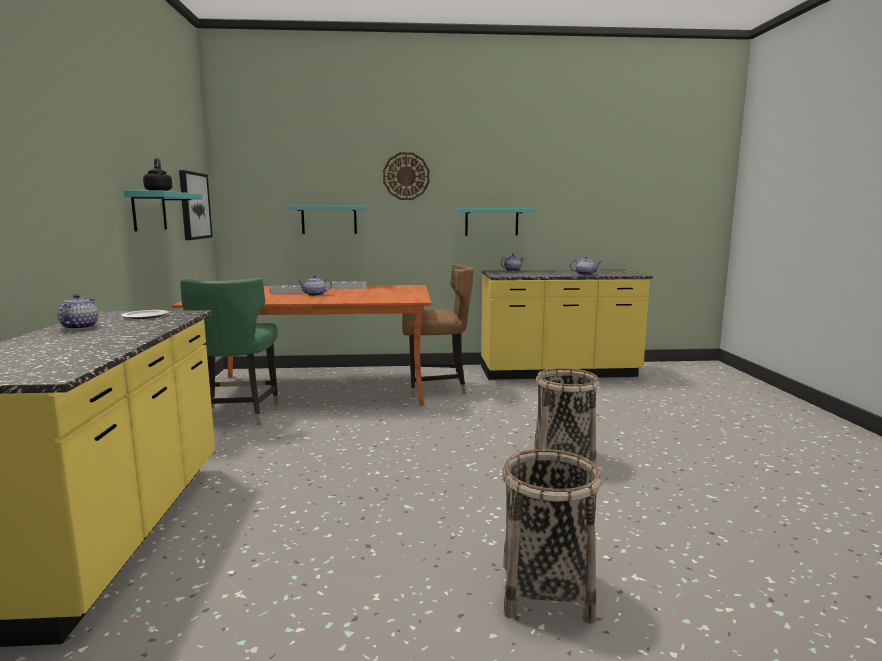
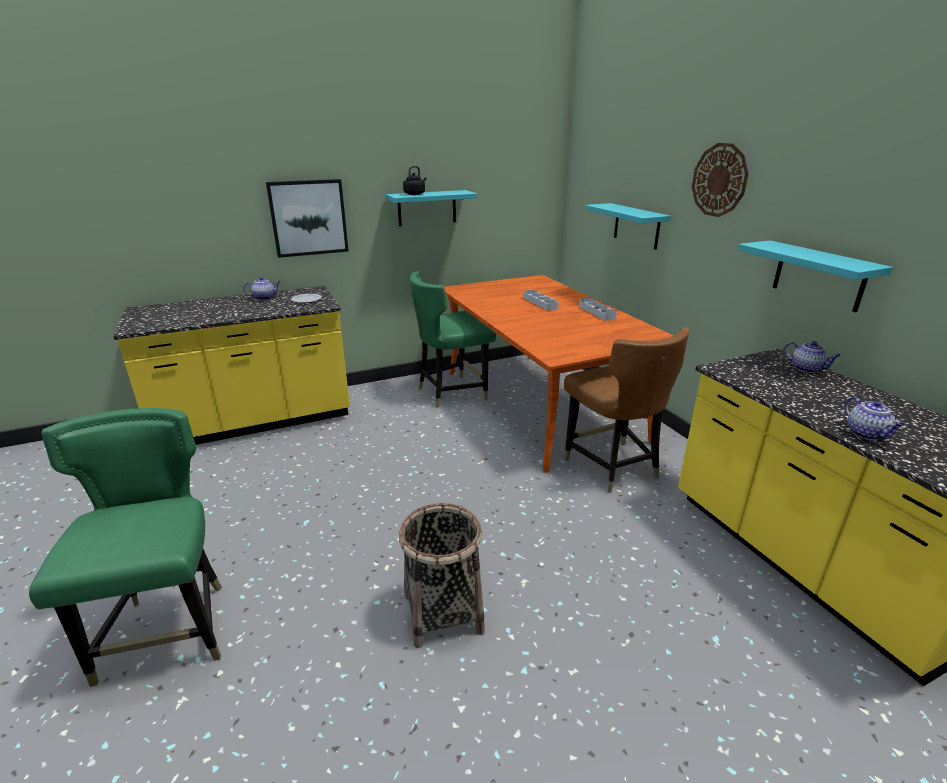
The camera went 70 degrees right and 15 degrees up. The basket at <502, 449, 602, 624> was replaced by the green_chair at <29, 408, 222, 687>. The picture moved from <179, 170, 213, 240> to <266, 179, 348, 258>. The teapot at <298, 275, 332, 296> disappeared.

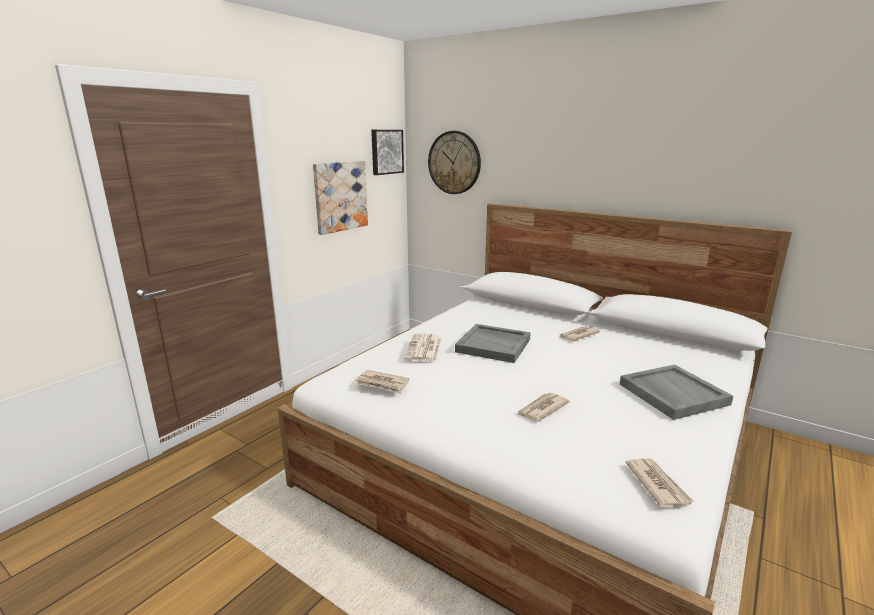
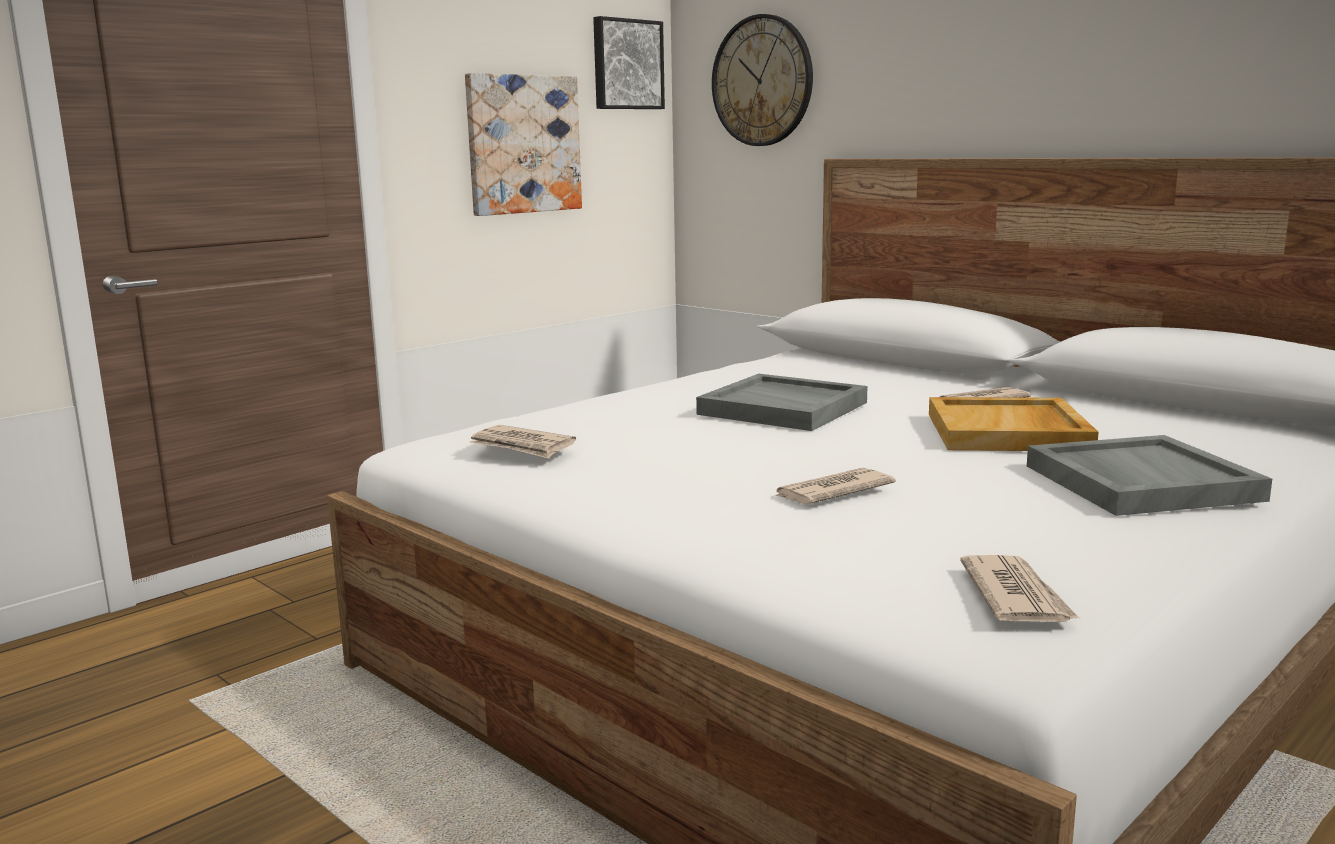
The camera went 10 degrees right and 5 degrees down. The beige_tray at <929, 397, 1099, 451> appeared. The newspaper at <404, 333, 441, 362> disappeared.

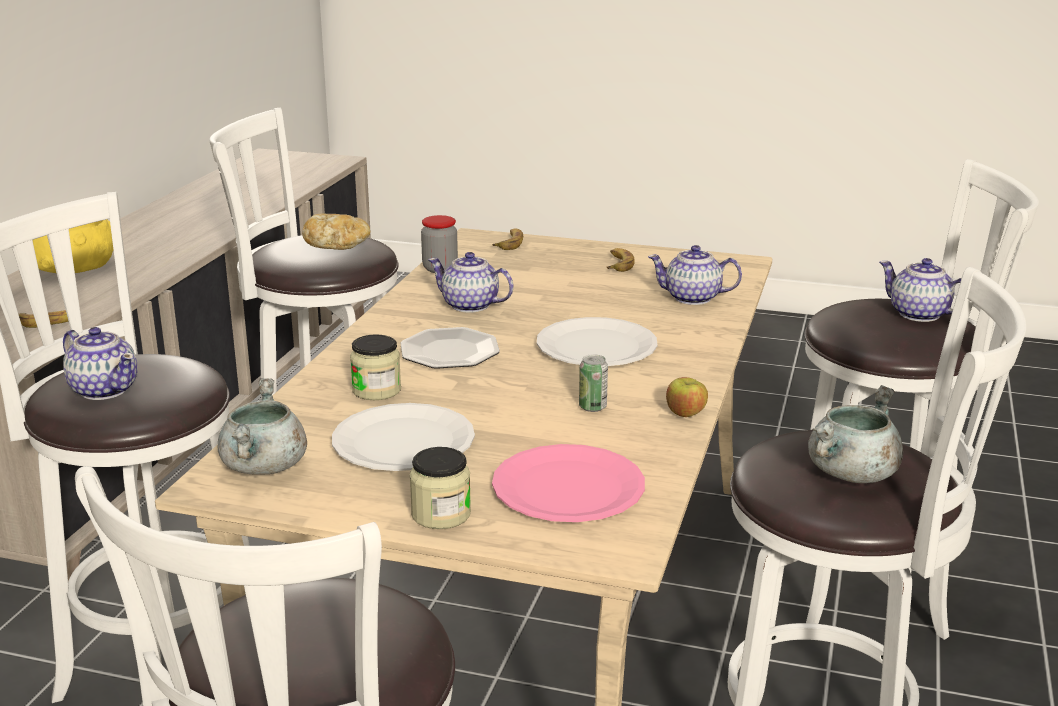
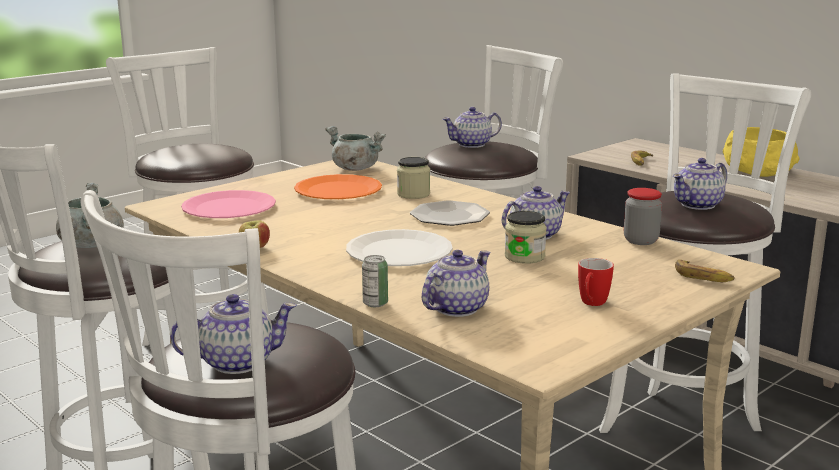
The camera went 120 degrees right and 5 degrees down. The white_plate at <332, 403, 475, 471> became the orange_plate at <294, 174, 382, 199>. The can moved from <579, 354, 608, 412> to <362, 255, 388, 307>. The jar moved from <409, 447, 471, 529> to <505, 211, 547, 264>. The banana at <607, 248, 635, 272> was replaced by the mug at <578, 258, 614, 306>. The bread at <302, 213, 370, 250> was replaced by the teapot at <673, 158, 727, 210>.

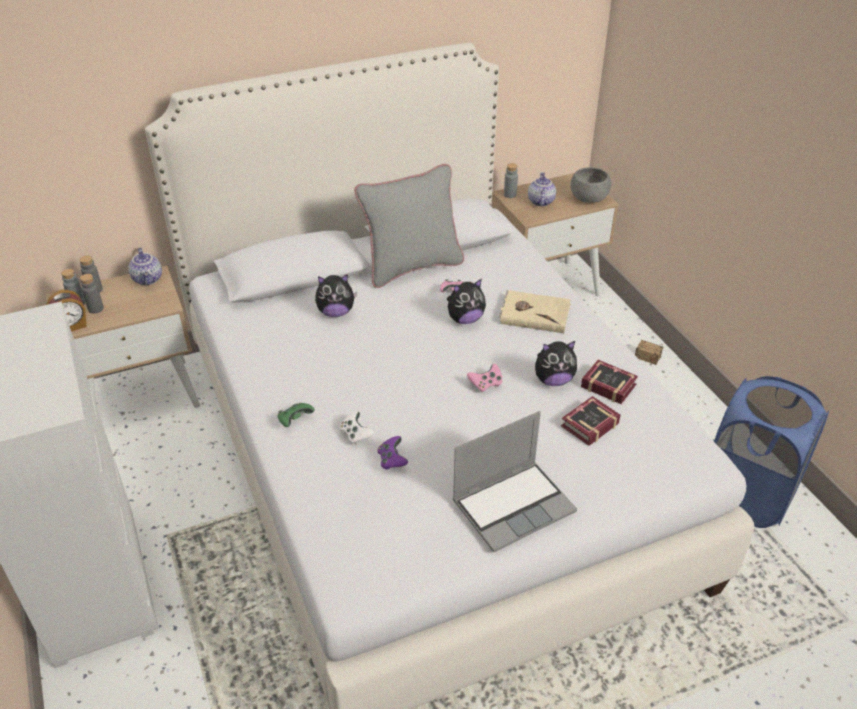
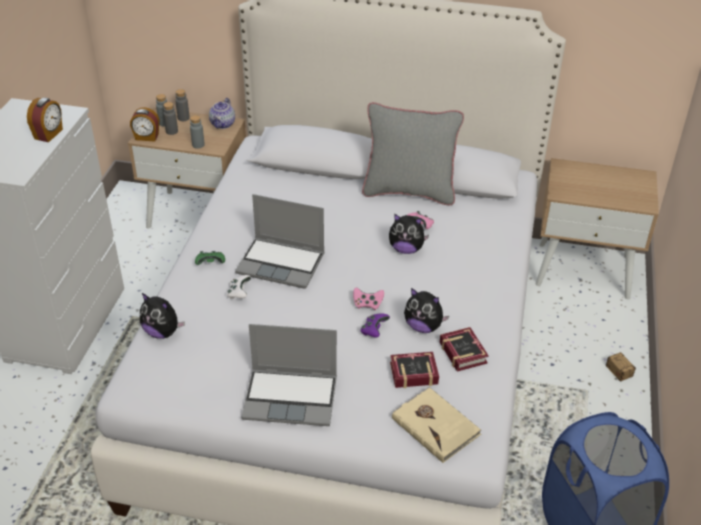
The camera went 35 degrees right and 0 degrees up. The alarm_clock at <27, 98, 63, 143> appeared. The plush_toy moved from <315, 274, 357, 317> to <140, 293, 185, 339>. The grey_bottle moved from <504, 163, 518, 198> to <190, 115, 205, 149>. The laptop at <235, 194, 325, 289> appeared. The purple_game_controller moved from <378, 436, 408, 470> to <361, 314, 390, 337>. The beige_book moved from <499, 290, 571, 333> to <392, 387, 481, 463>. The teapot at <528, 172, 556, 206> disappeared. The grey_bowl at <570, 167, 611, 203> disappeared.

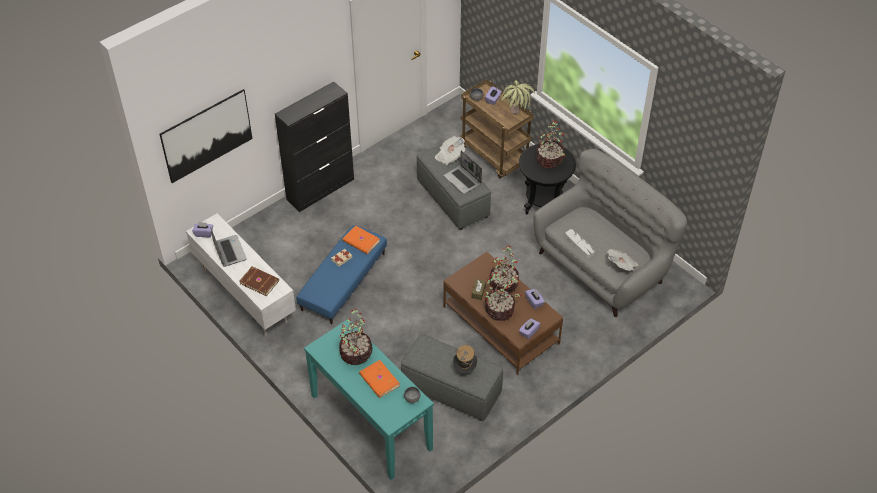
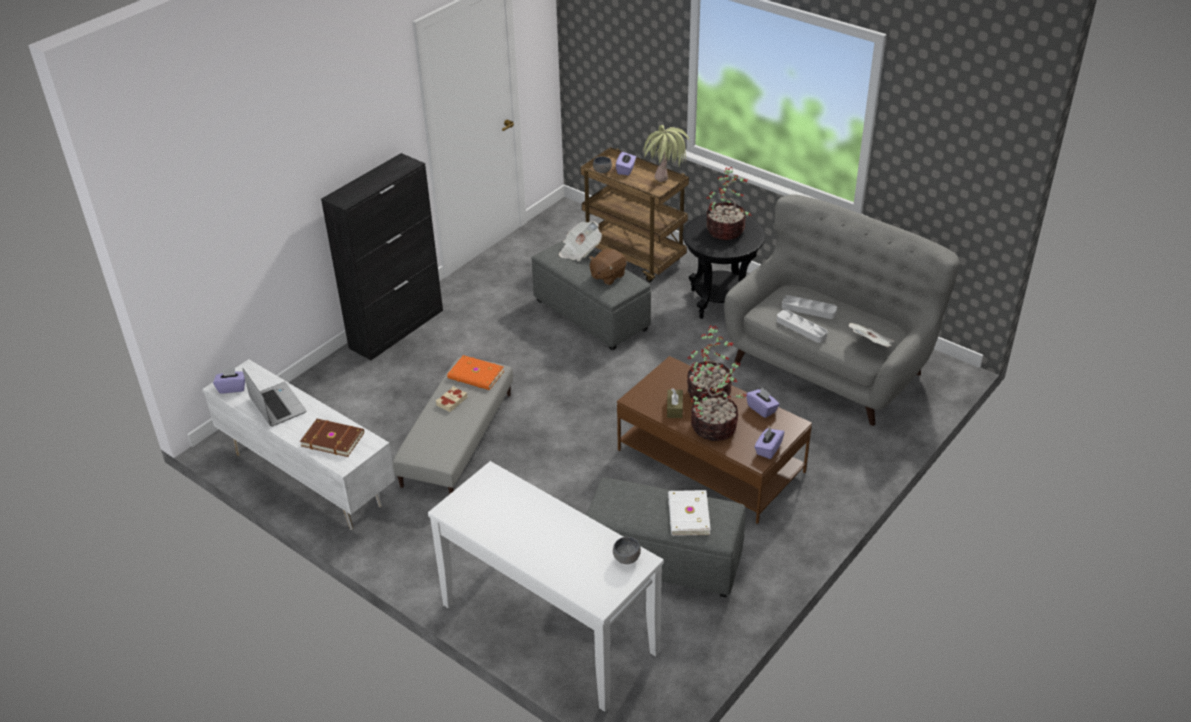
The camera went 10 degrees left and 10 degrees down. The blue_ottoman at <296, 225, 387, 324> became the grey_ottoman at <392, 357, 513, 494>. The turquoise_console_table at <304, 319, 434, 480> became the white_console_table at <428, 461, 664, 712>. The laptop at <443, 150, 482, 194> was replaced by the brown_plush_toy at <589, 249, 627, 285>. The hat at <453, 345, 477, 373> was replaced by the white_book at <668, 490, 711, 536>. The grey_tray at <782, 295, 837, 319> appeared. The picture at <160, 89, 252, 183> disappeared. The potted_plant at <339, 308, 372, 365> disappeared. The orange_book at <359, 360, 400, 398> disappeared.

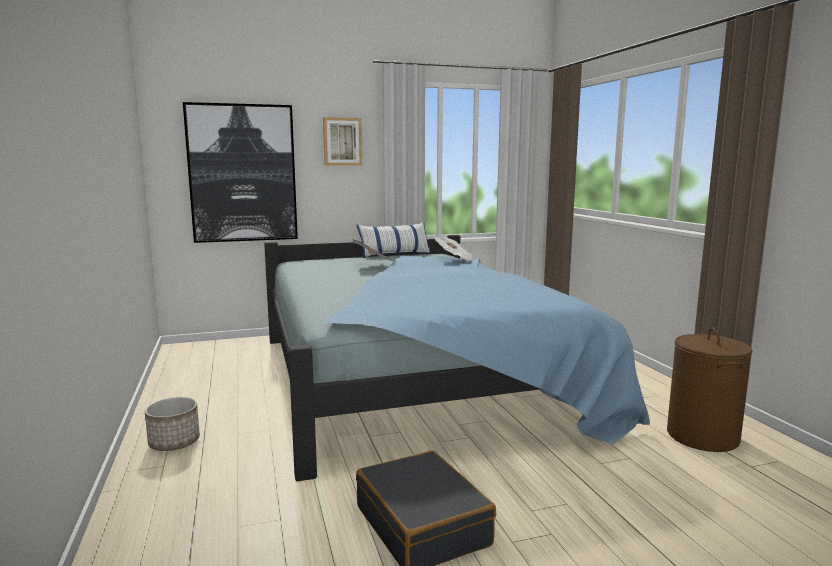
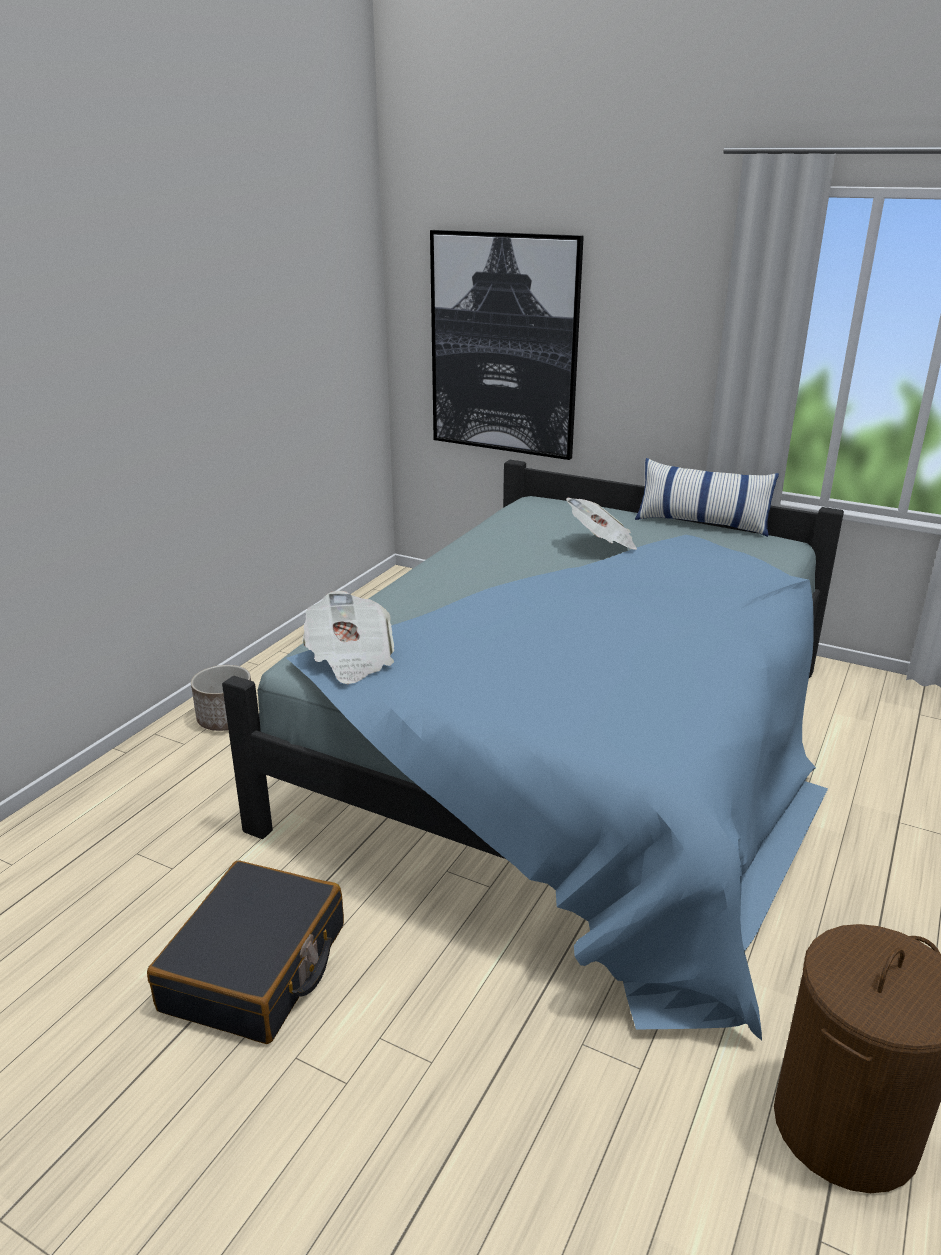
The camera went 45 degrees right and 15 degrees up. The newspaper moved from <434, 234, 472, 261> to <302, 591, 394, 684>. The picture at <323, 117, 362, 165> disappeared.

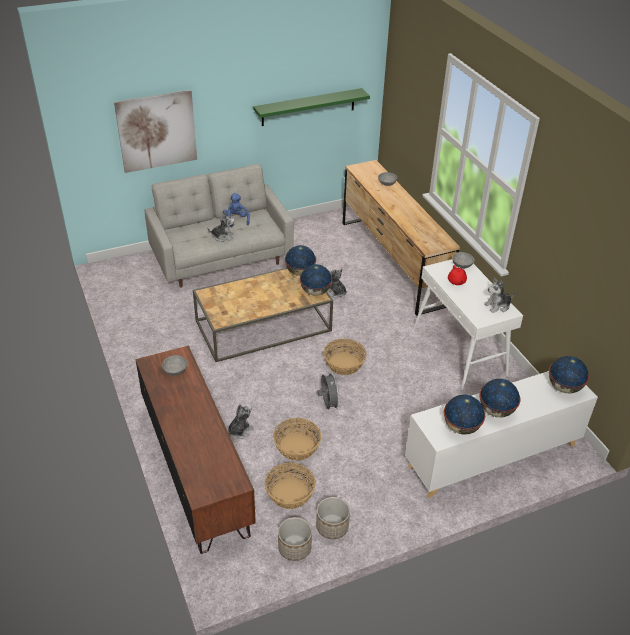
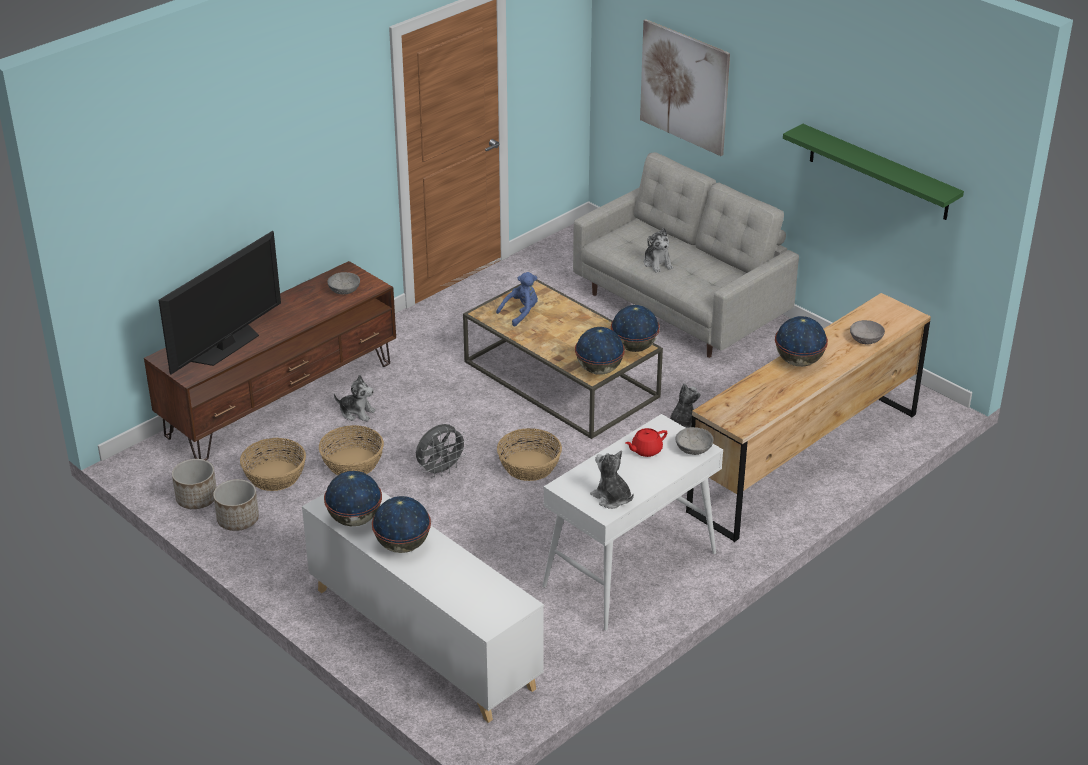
The camera went 70 degrees right and 5 degrees down. The television at <159, 231, 281, 375> appeared. The blue_plush_toy moved from <223, 193, 250, 227> to <496, 272, 538, 327>. The globe moved from <549, 356, 589, 394> to <775, 316, 828, 367>.

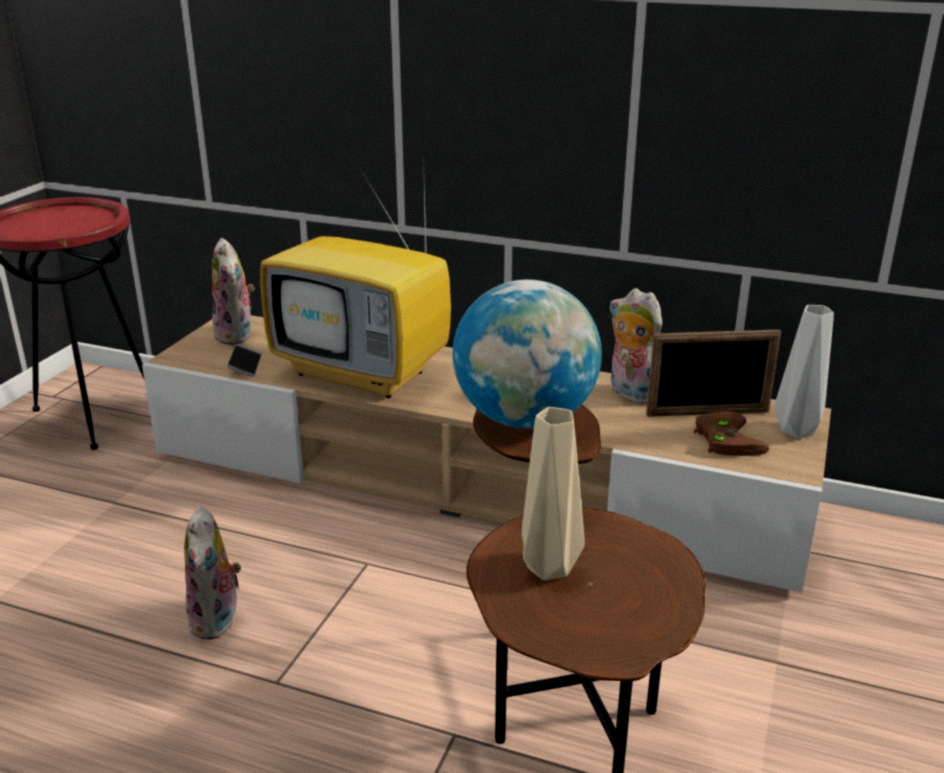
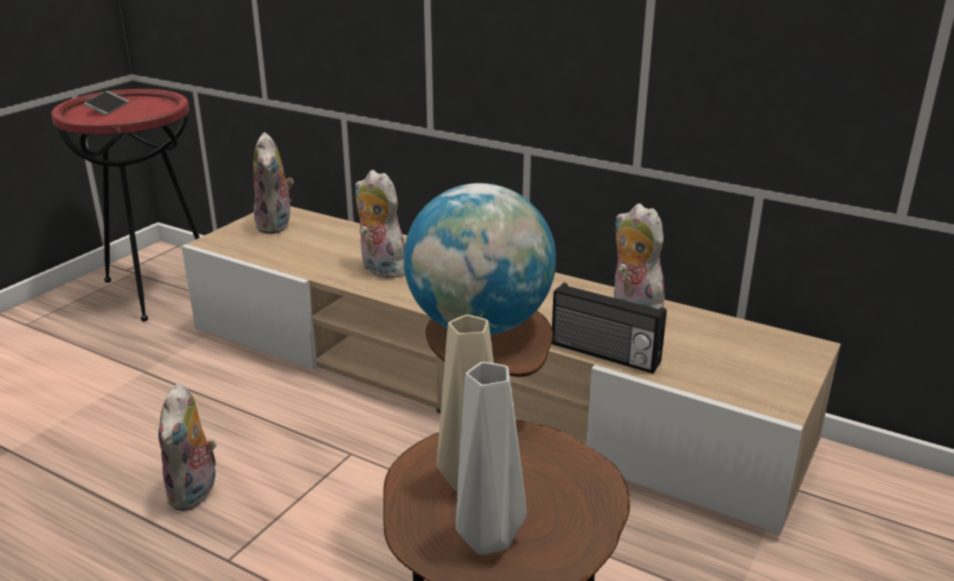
The camera went 10 degrees right and 0 degrees up. The phone moved from <227, 344, 262, 377> to <84, 91, 129, 115>. The television at <260, 170, 451, 398> was replaced by the plush_toy at <355, 170, 405, 278>. The grey_vase moved from <774, 305, 834, 439> to <456, 362, 527, 555>. The radio at <552, 283, 667, 373> appeared. The picture_frame at <646, 329, 781, 417> disappeared. The brown_game_controller at <694, 411, 769, 456> disappeared.

